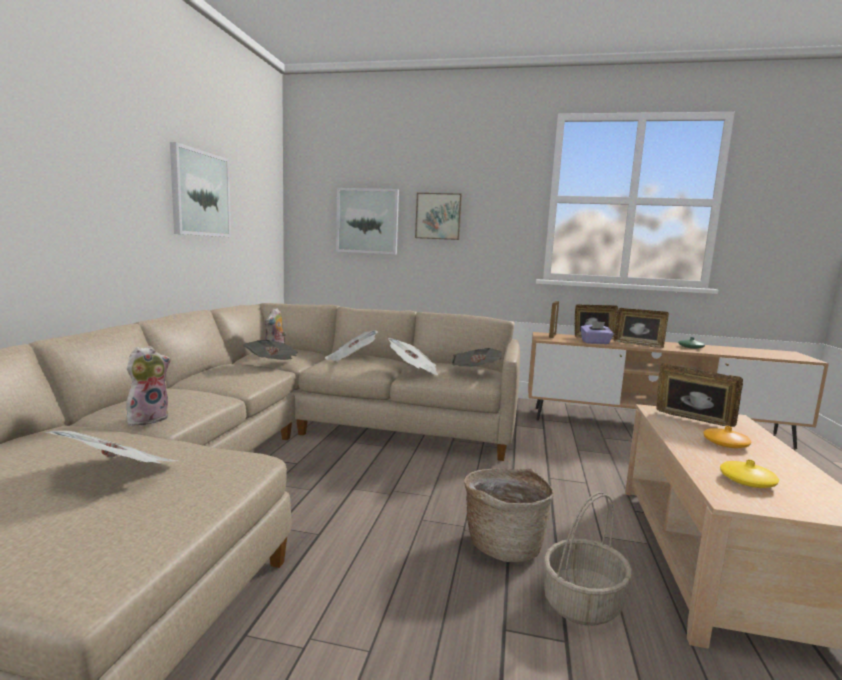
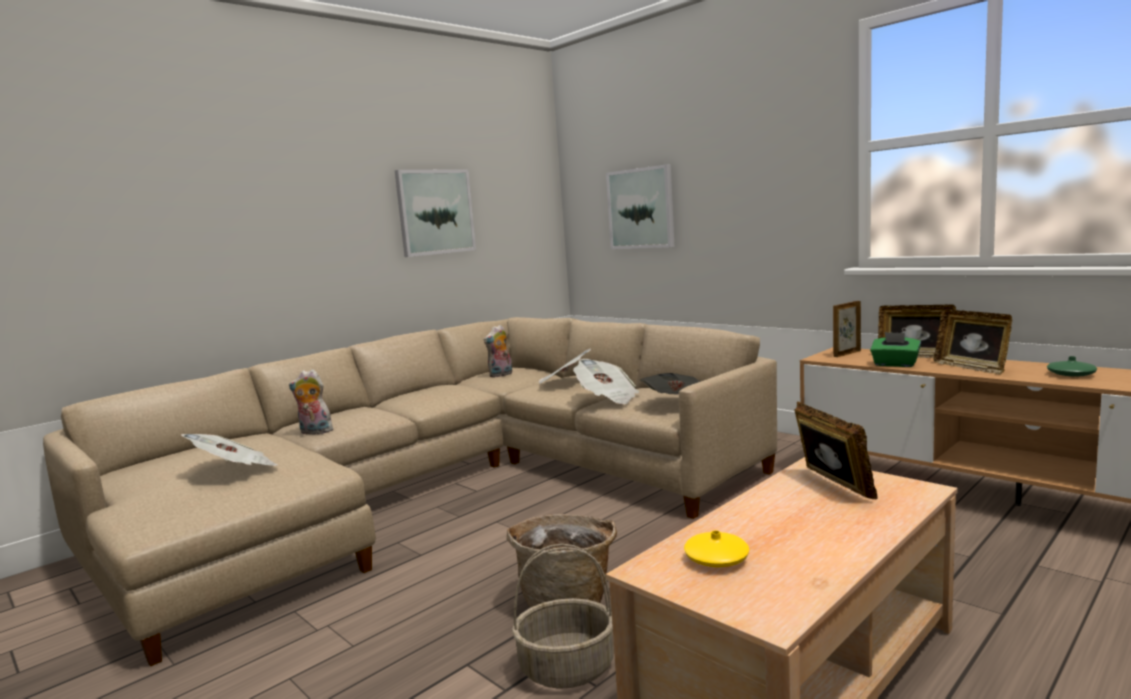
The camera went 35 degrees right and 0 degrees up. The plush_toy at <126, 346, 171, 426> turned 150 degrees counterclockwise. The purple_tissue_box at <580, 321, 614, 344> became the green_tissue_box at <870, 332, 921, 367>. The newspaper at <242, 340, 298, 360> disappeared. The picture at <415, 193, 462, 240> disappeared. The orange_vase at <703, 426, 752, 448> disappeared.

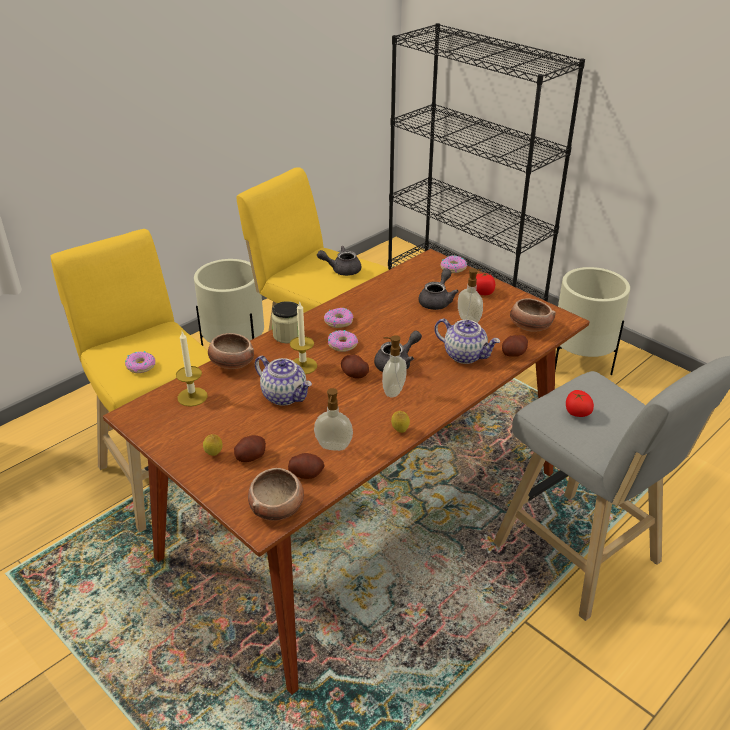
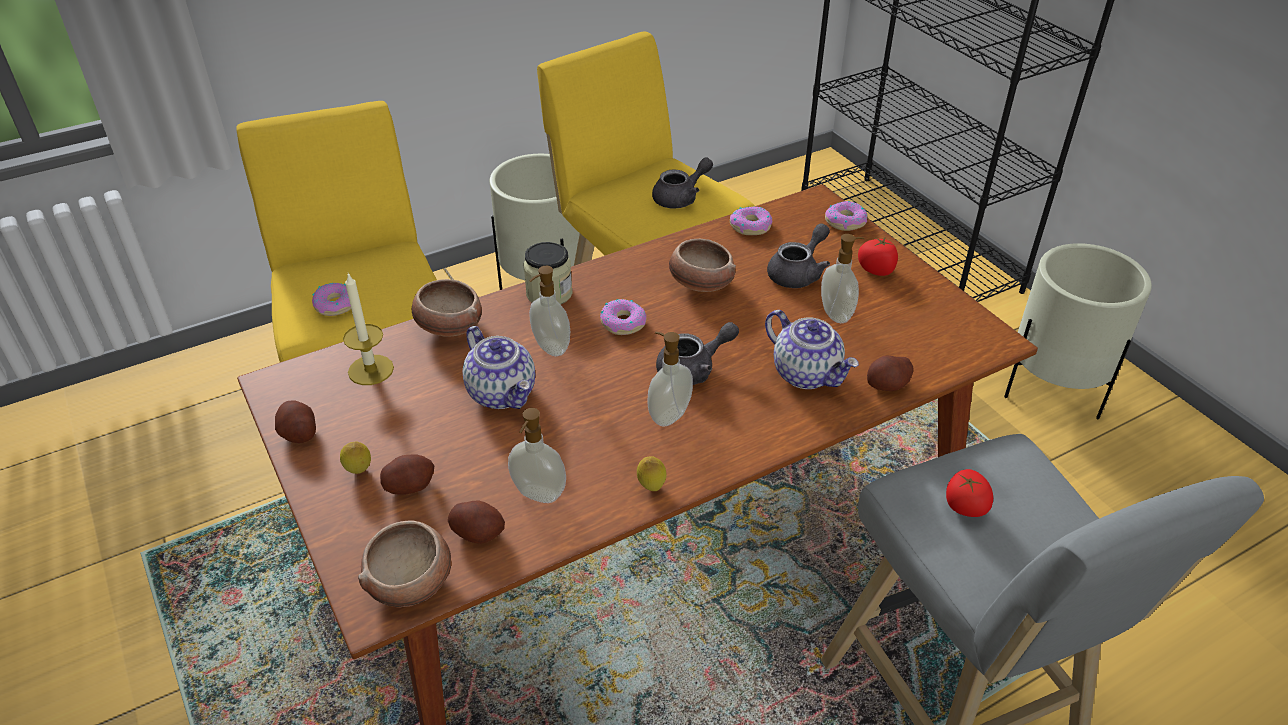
The camera went 15 degrees right and 5 degrees up. The potato moved from <341, 355, 369, 378> to <275, 400, 316, 443>. The candle at <290, 301, 317, 374> was replaced by the soap_dispenser at <529, 266, 570, 356>. The grey_teapot at <317, 246, 361, 276> turned 135 degrees clockwise. The bowl moved from <510, 298, 556, 332> to <669, 239, 736, 292>. The donut moved from <324, 308, 353, 328> to <730, 206, 772, 235>.

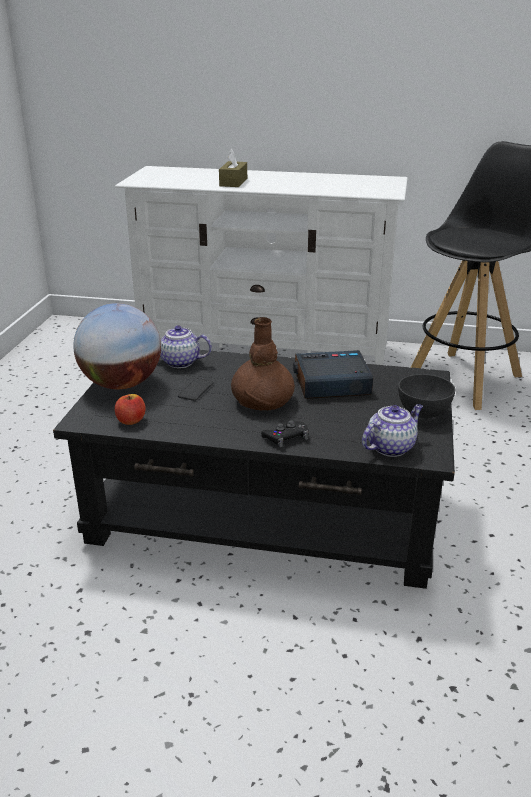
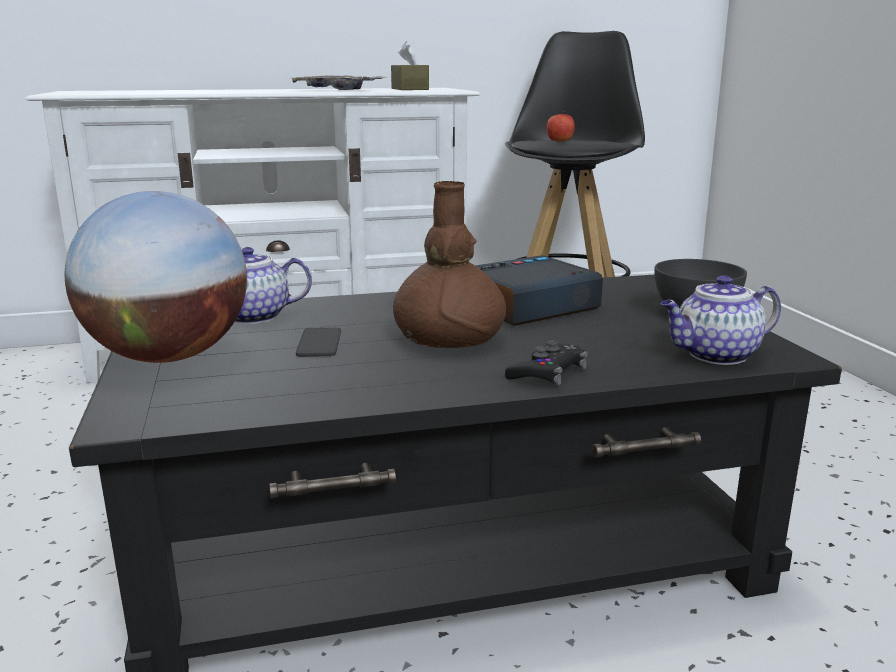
The camera went 25 degrees left and 10 degrees down. The tray at <292, 75, 387, 90> appeared. The brown_tissue_box moved from <219, 149, 247, 187> to <391, 41, 429, 90>. The apple moved from <115, 394, 146, 425> to <547, 111, 575, 141>. The teapot at <362, 404, 423, 457> turned 135 degrees counterclockwise.

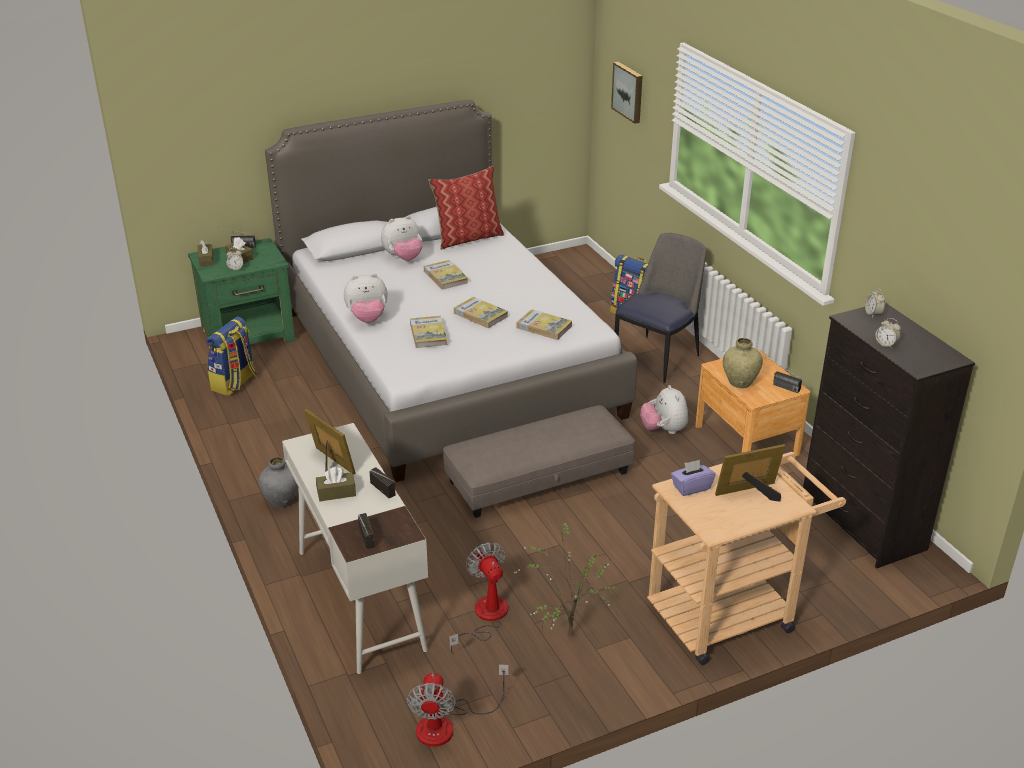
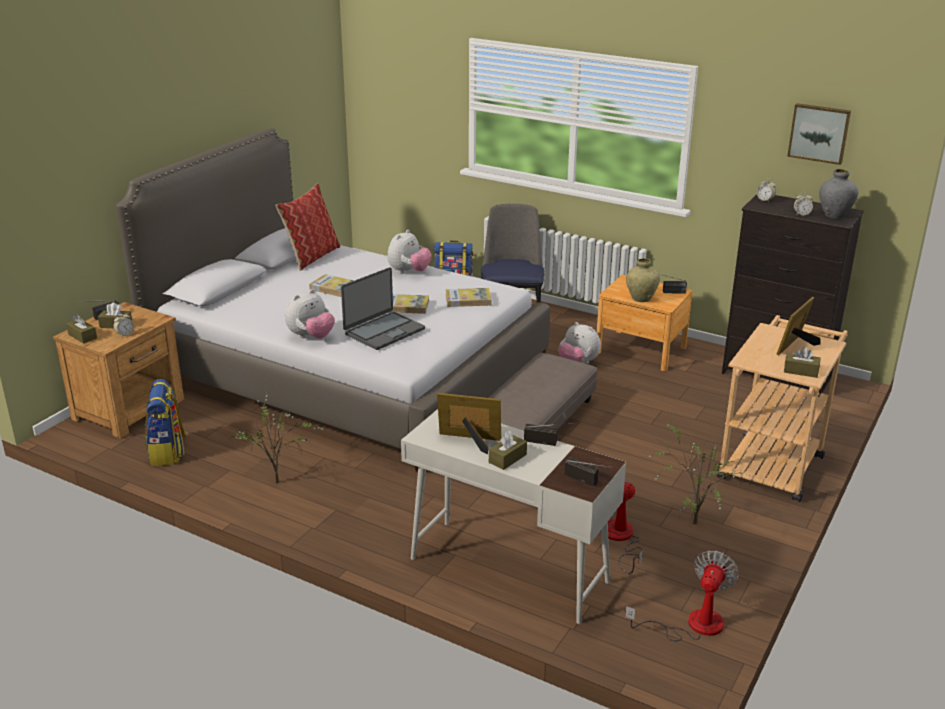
The camera went 35 degrees left and 5 degrees down. The green_nightstand at <188, 238, 295, 344> became the brown_nightstand at <53, 302, 184, 439>. The potted_plant at <225, 395, 326, 483> appeared. The book at <410, 316, 447, 348> was replaced by the laptop at <341, 267, 425, 350>. The plush_toy moved from <381, 216, 423, 261> to <388, 229, 431, 274>. The fan at <407, 665, 509, 747> turned 120 degrees counterclockwise. The brown_tissue_box at <784, 347, 821, 378> appeared. The picture moved from <611, 62, 643, 124> to <787, 103, 851, 165>. The grey_vase moved from <259, 457, 299, 508> to <819, 169, 858, 219>. The purple_tissue_box at <671, 460, 716, 496> disappeared.

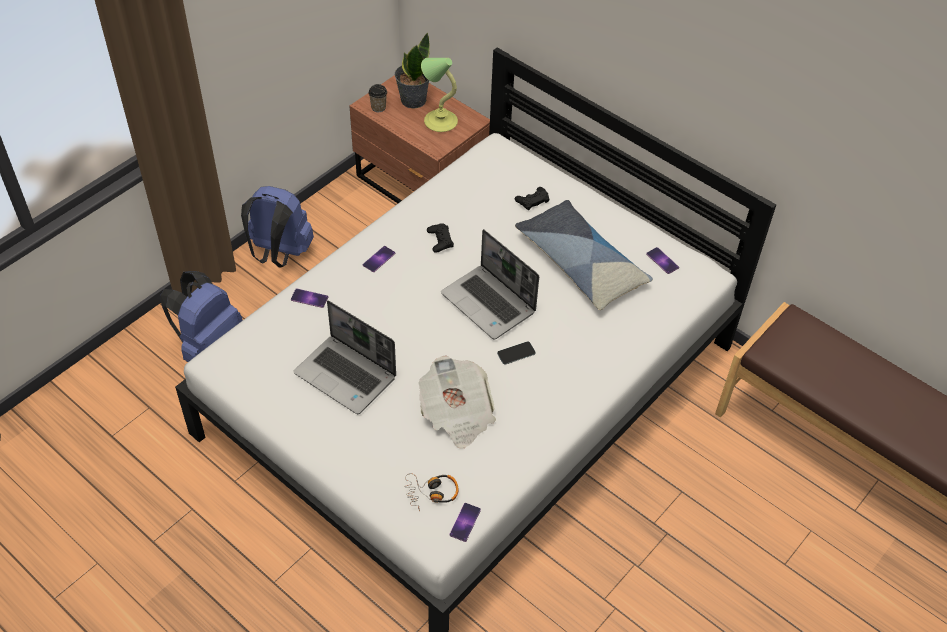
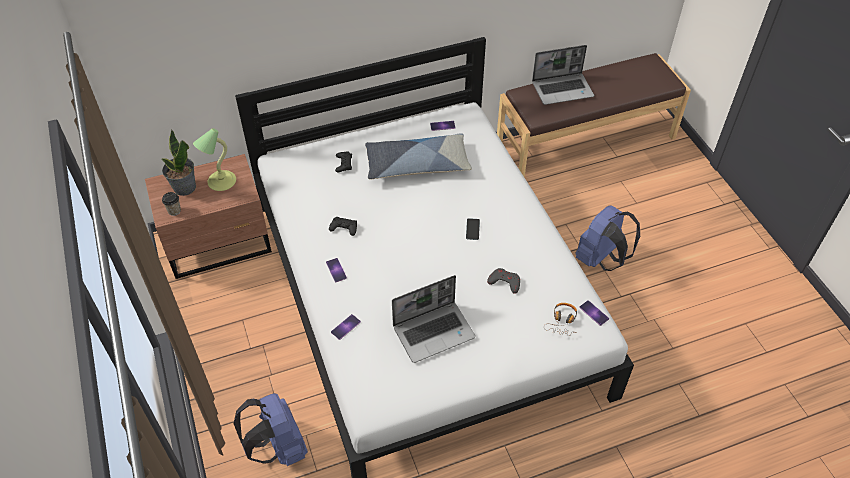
The camera went 60 degrees left and 0 degrees up. The newspaper at <418, 355, 496, 449> was replaced by the grey_game_controller at <487, 268, 520, 294>. The laptop moved from <441, 229, 539, 340> to <532, 45, 594, 105>. The blue_backpack moved from <241, 186, 314, 268> to <575, 205, 640, 271>.

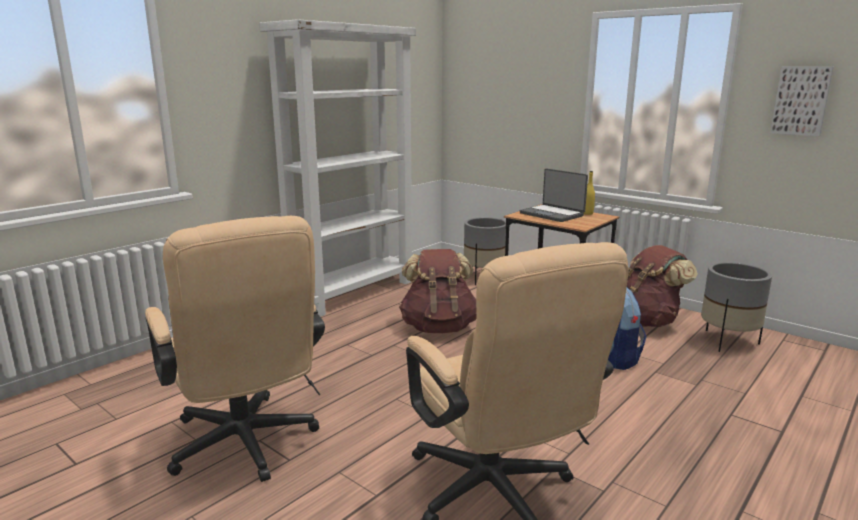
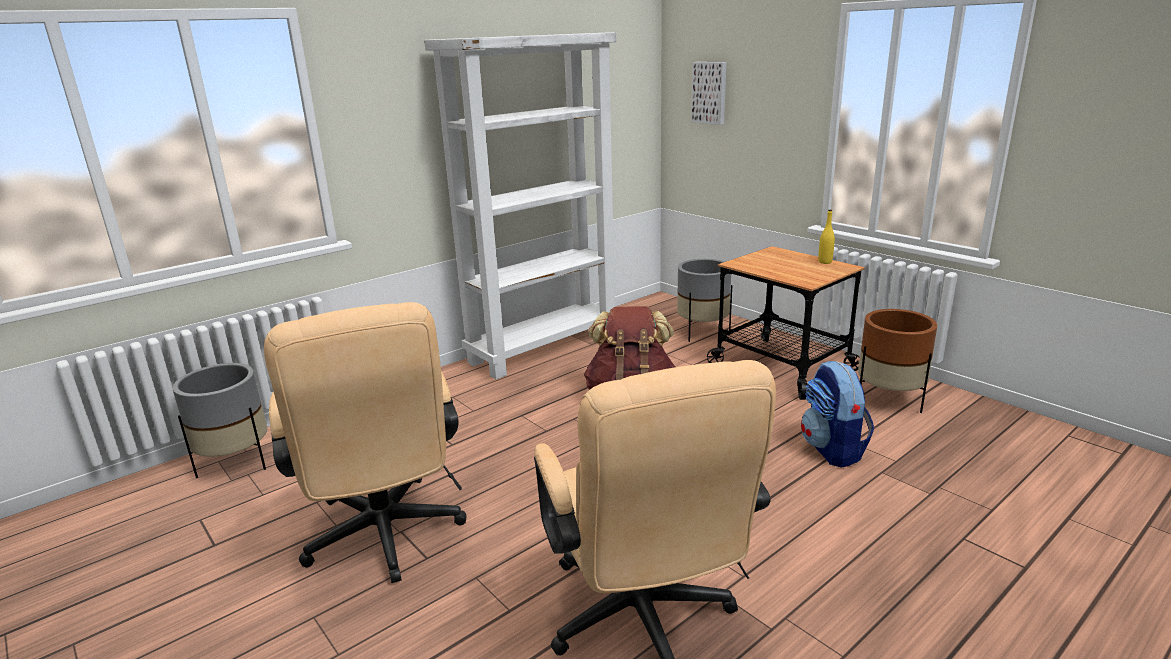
The camera went 10 degrees right and 5 degrees up. The grey_planter moved from <701, 262, 772, 352> to <173, 363, 267, 478>. The picture moved from <770, 67, 834, 136> to <691, 62, 726, 125>. The brown_backpack at <627, 245, 698, 327> was replaced by the brown_planter at <858, 309, 937, 413>. The laptop at <520, 168, 588, 222> disappeared.

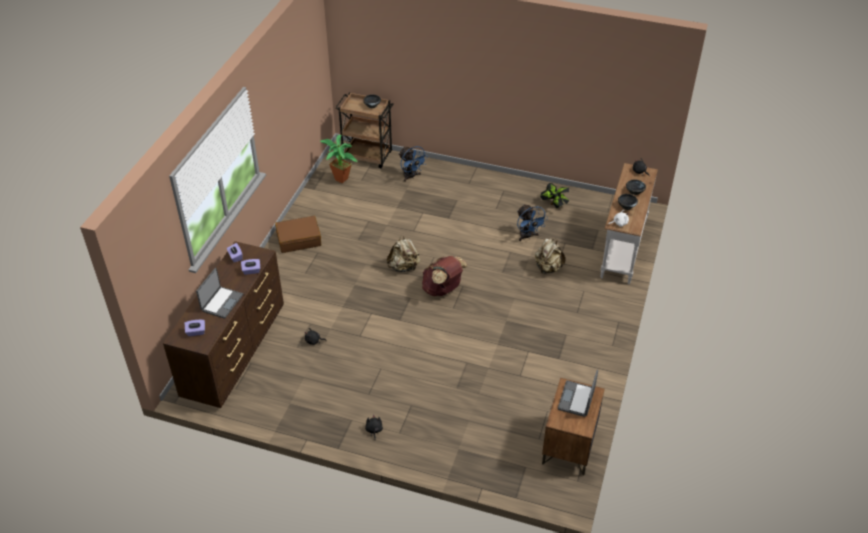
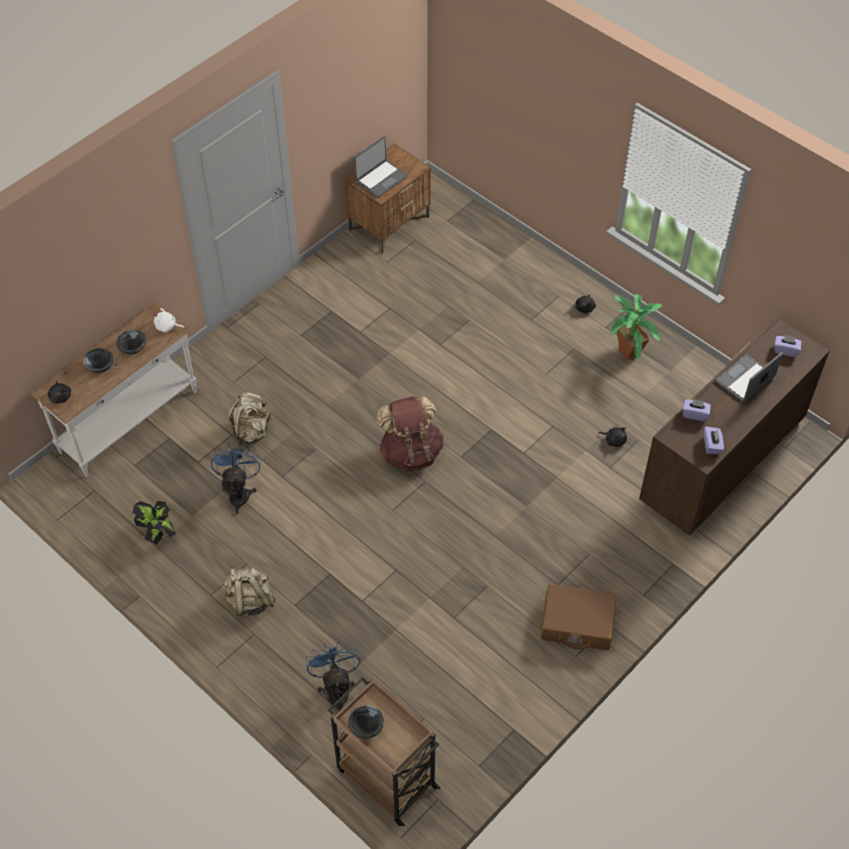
The camera went 155 degrees left and 10 degrees up. The beige_backpack moved from <387, 235, 420, 272> to <224, 566, 276, 618>. The potted_plant moved from <320, 135, 358, 183> to <610, 294, 662, 360>.

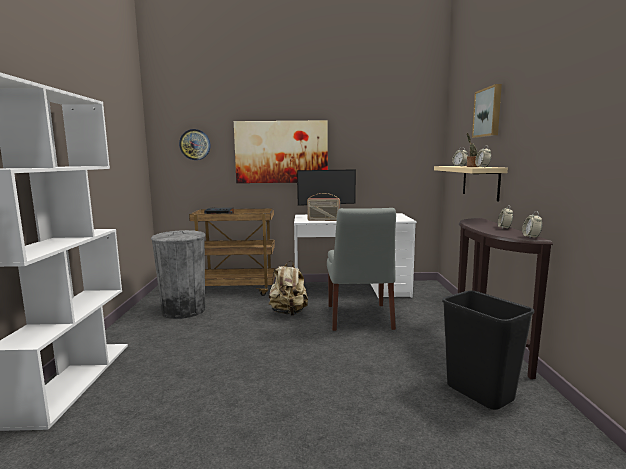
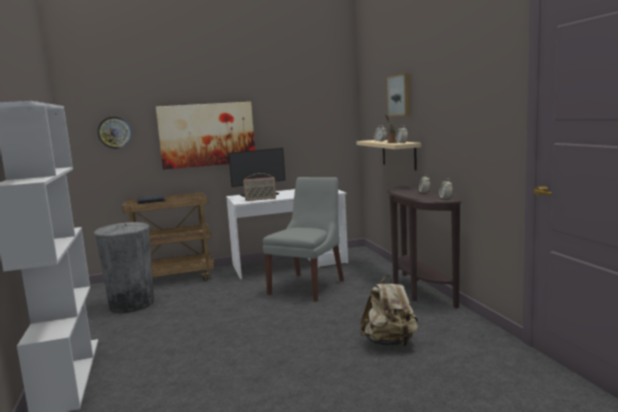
The camera went 15 degrees left and 0 degrees up. The grey_chair at <327, 208, 396, 331> turned 135 degrees counterclockwise. The beige_backpack moved from <269, 260, 308, 316> to <360, 275, 418, 347>. The black_trash_can at <442, 291, 534, 410> disappeared.

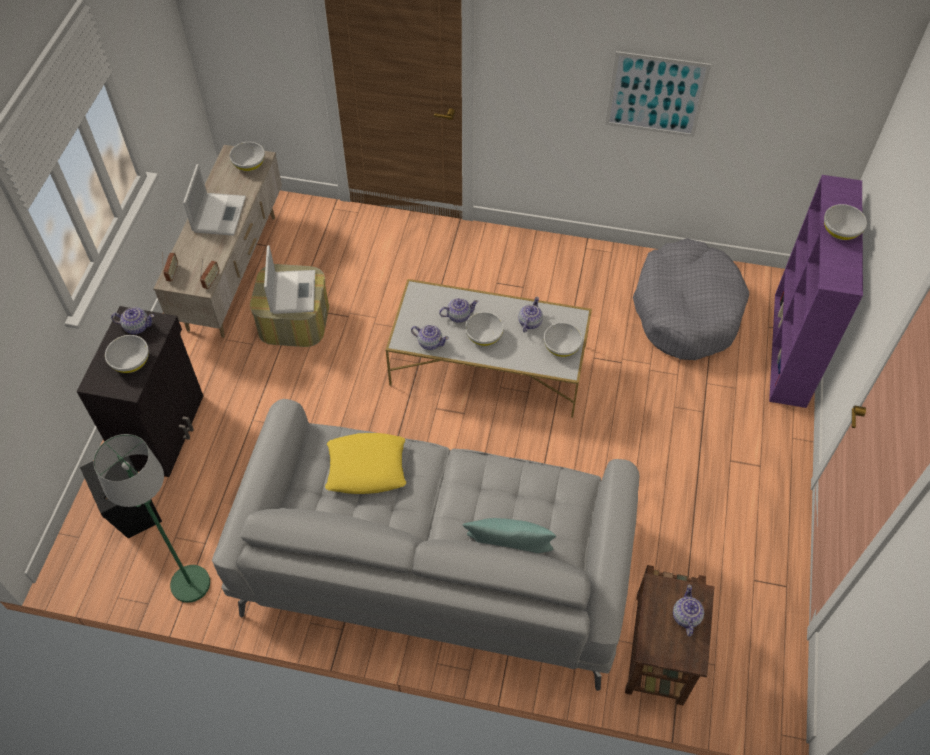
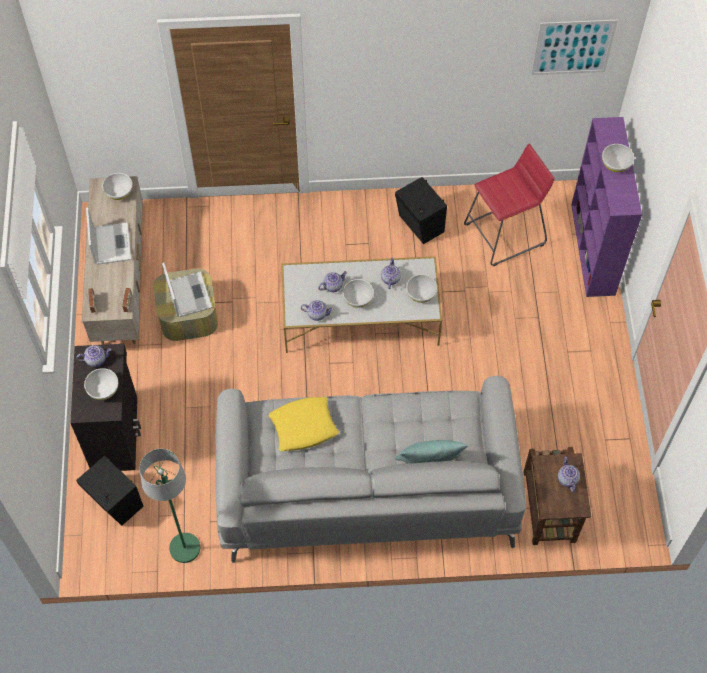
The camera went 15 degrees left and 5 degrees up. The black_speaker at <395, 177, 447, 244> appeared. The grey_dog_bed at <633, 238, 749, 360> was replaced by the red_stool at <464, 144, 554, 266>. The picture moved from <605, 51, 711, 137> to <531, 20, 618, 75>.

